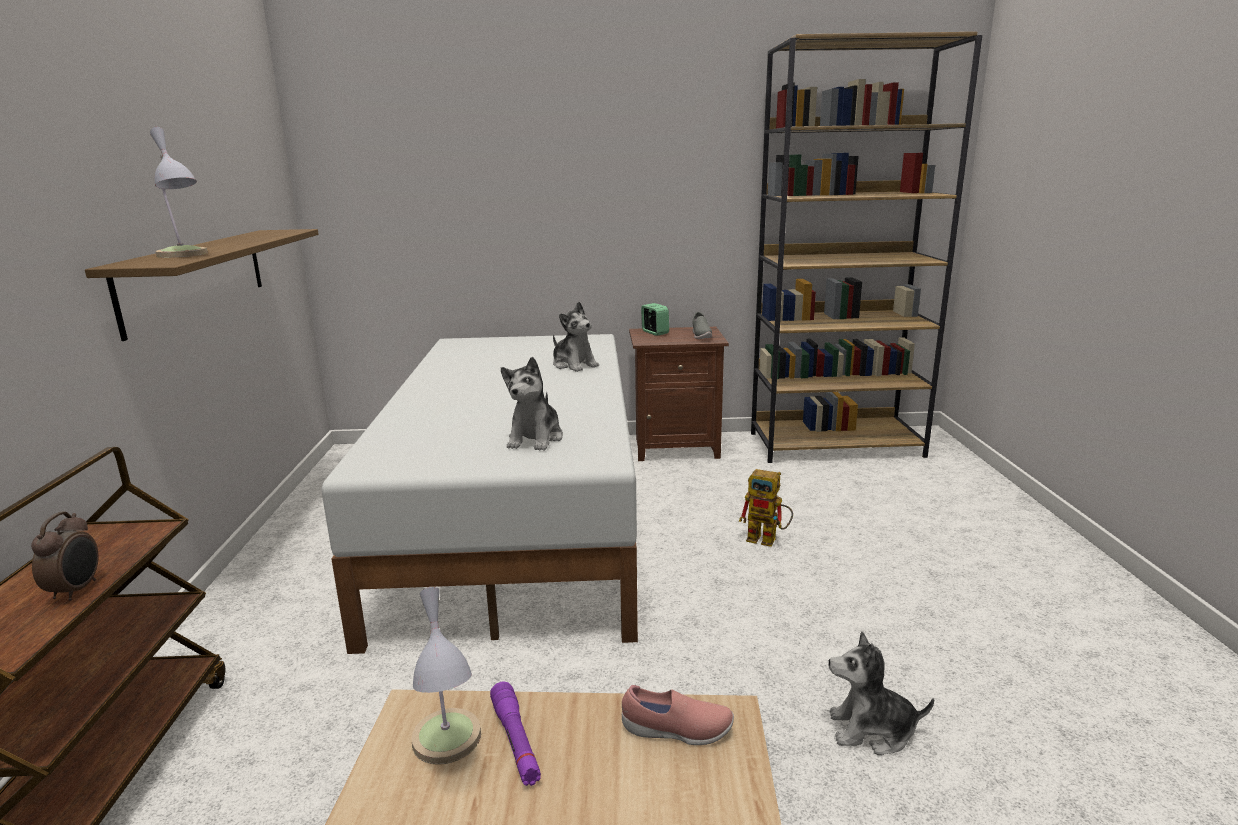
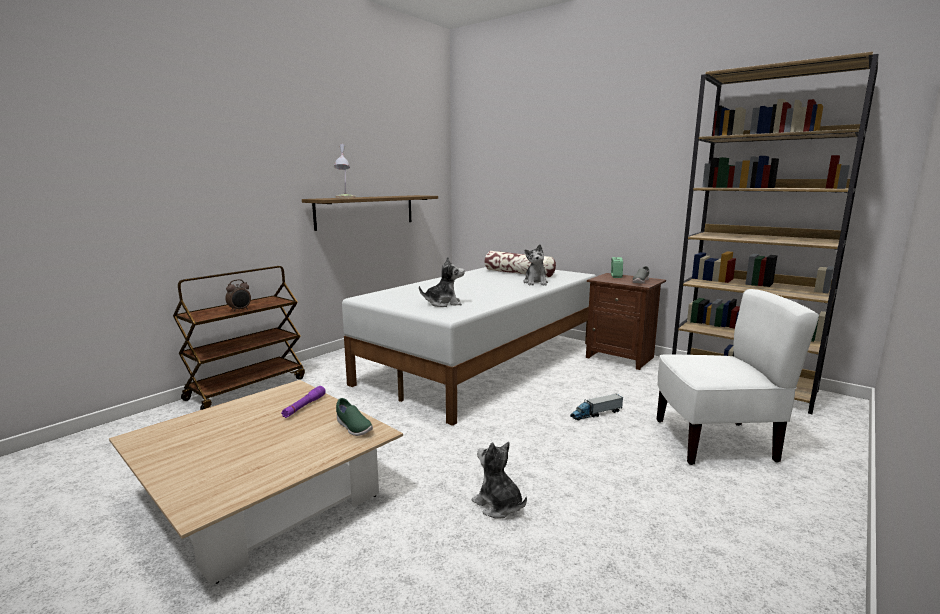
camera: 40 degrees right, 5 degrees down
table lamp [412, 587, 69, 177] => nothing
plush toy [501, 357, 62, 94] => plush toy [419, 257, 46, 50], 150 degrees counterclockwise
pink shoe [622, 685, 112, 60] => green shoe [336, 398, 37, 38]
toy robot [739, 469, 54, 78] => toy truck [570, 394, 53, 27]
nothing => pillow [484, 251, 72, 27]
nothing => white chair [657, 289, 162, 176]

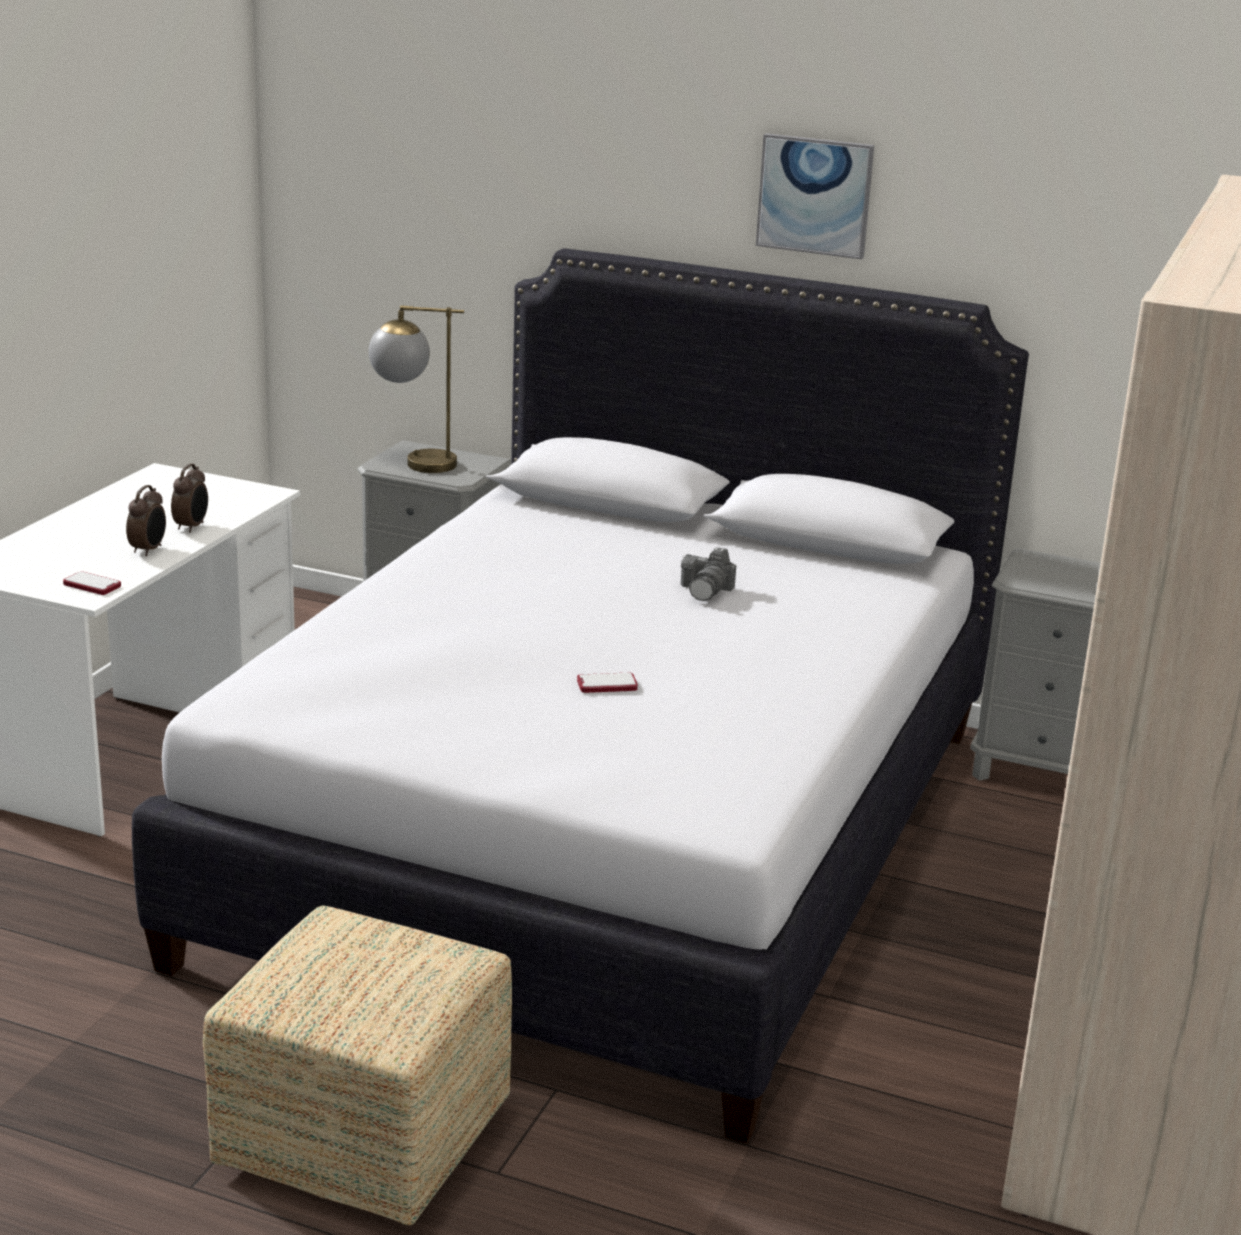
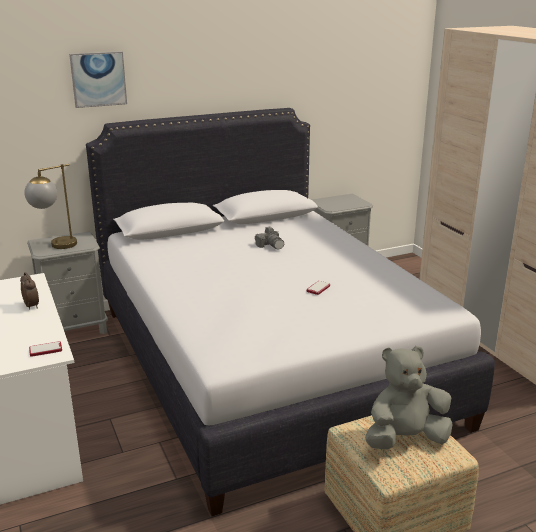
camera: 45 degrees left, 0 degrees up
alarm clock [126, 485, 40, 71] => nothing
picture [756, 133, 118, 127] => picture [69, 51, 58, 57], moved
nothing => grey plush toy [365, 346, 87, 104]

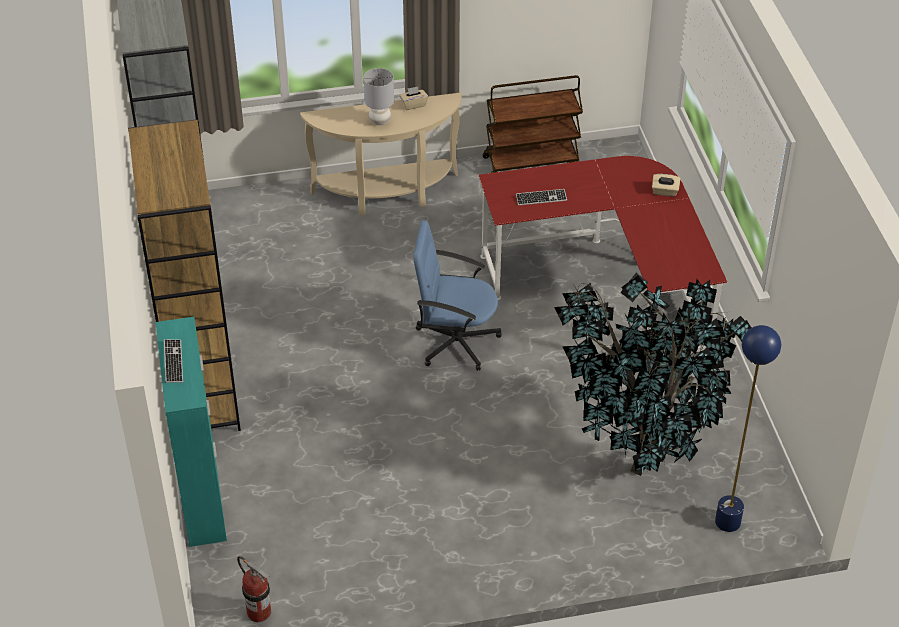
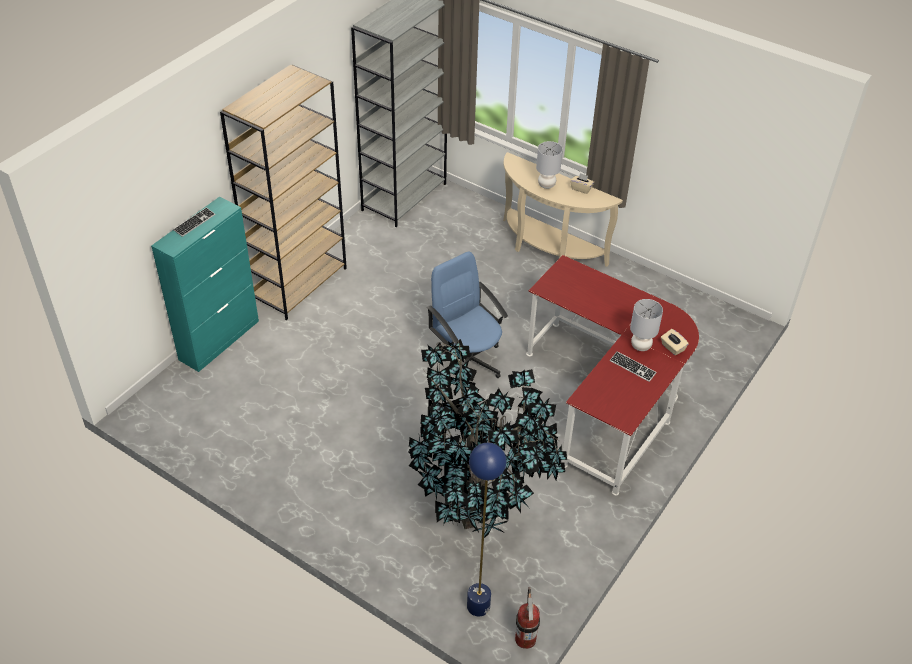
camera: 45 degrees right, 0 degrees up
fire extinguisher [237, 556, 34, 66] => fire extinguisher [515, 587, 25, 62], moved
brown cart [482, 75, 101, 98] => nothing
keyboard [516, 189, 51, 16] => keyboard [610, 351, 47, 31], moved
nothing => grey table lamp [630, 299, 33, 52]

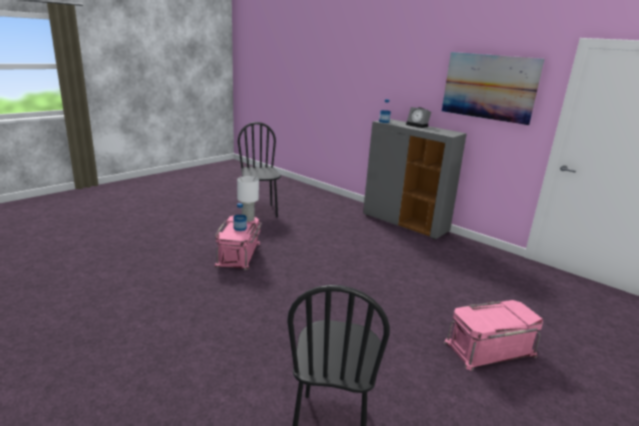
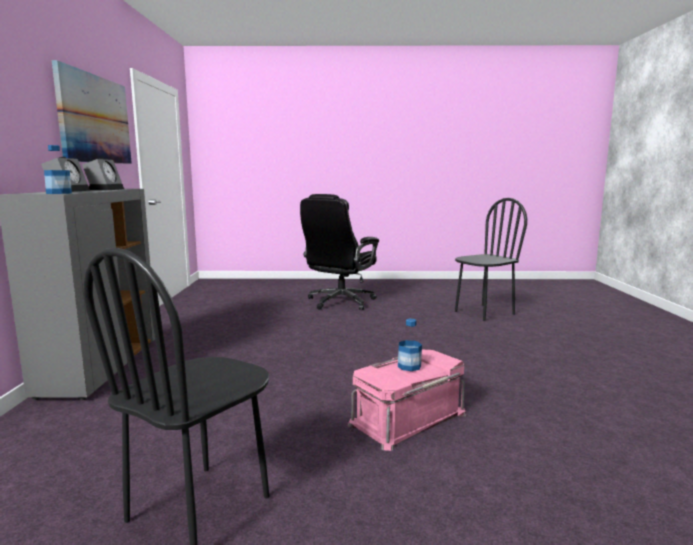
camera: 130 degrees left, 10 degrees down
white table lamp [237, 176, 22, 46] => nothing
pink storage box [444, 300, 99, 71] => black office chair [300, 194, 79, 116]
nothing => alarm clock [82, 158, 42, 32]

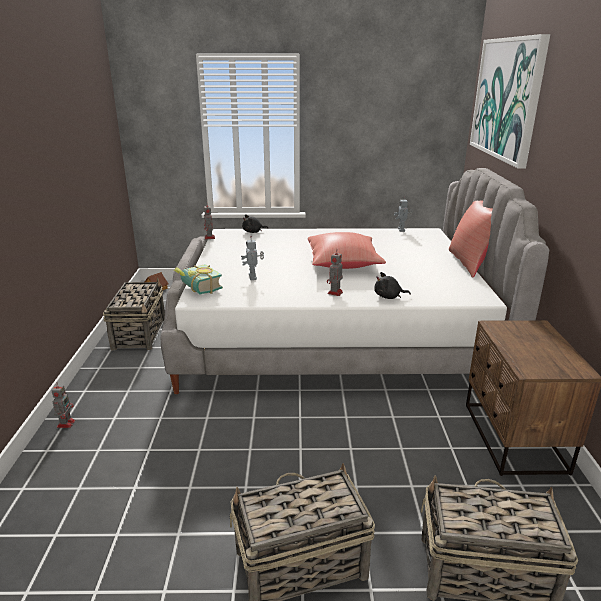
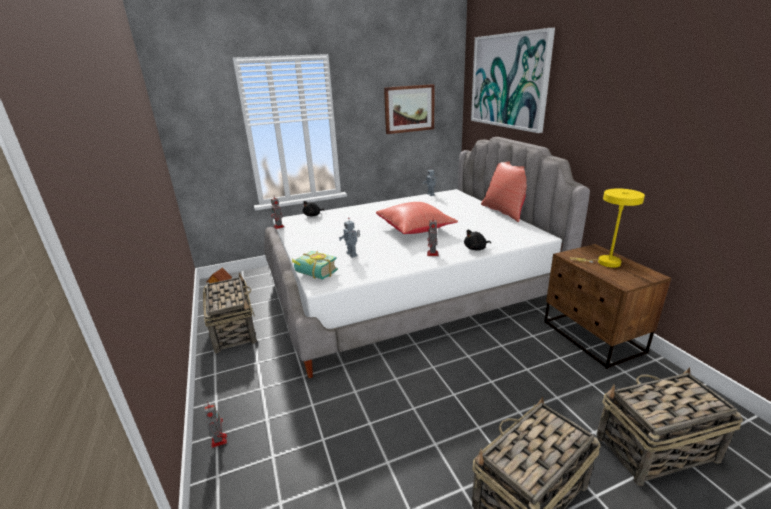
camera: 20 degrees left, 0 degrees up
nothing => picture [384, 84, 51, 50]
nothing => yellow table lamp [570, 188, 75, 80]

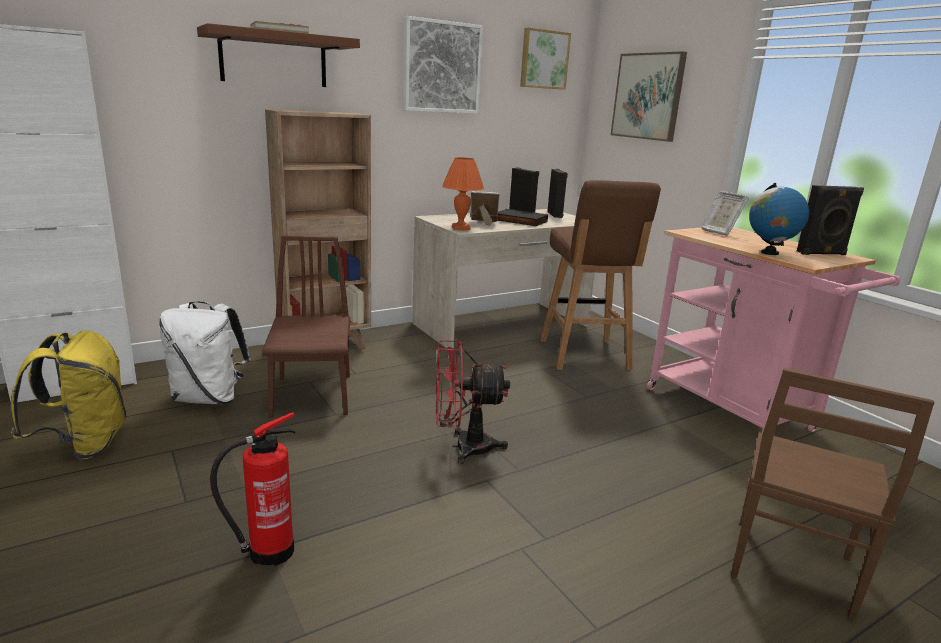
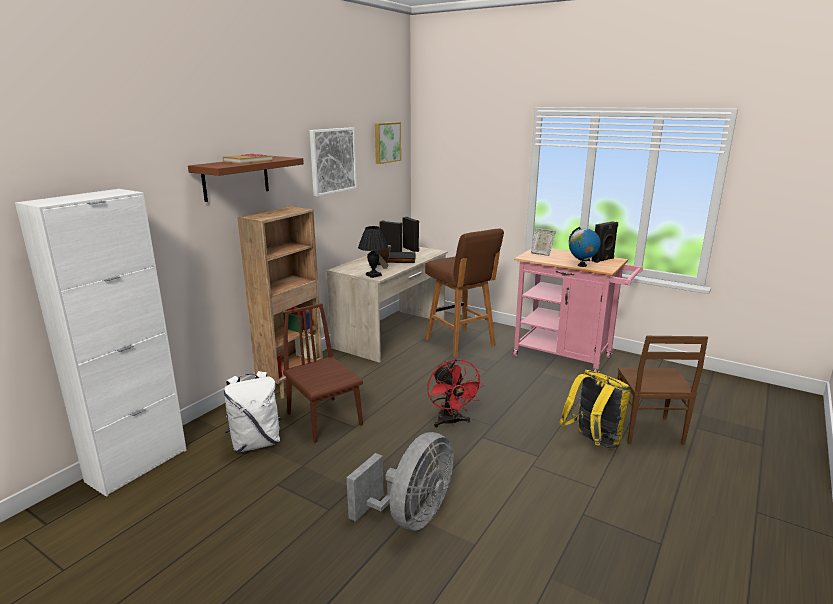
camera: 25 degrees left, 0 degrees up
yellow backpack [10, 330, 116, 129] => yellow backpack [559, 370, 72, 79], moved
fire extinguisher [210, 412, 86, 154] => grey fan [347, 432, 107, 99]
red fan [436, 340, 74, 124] => red fan [427, 359, 57, 69], 75 degrees counterclockwise
orange table lamp [442, 157, 42, 73] => black table lamp [358, 226, 30, 52]
picture [610, 51, 77, 91] => nothing

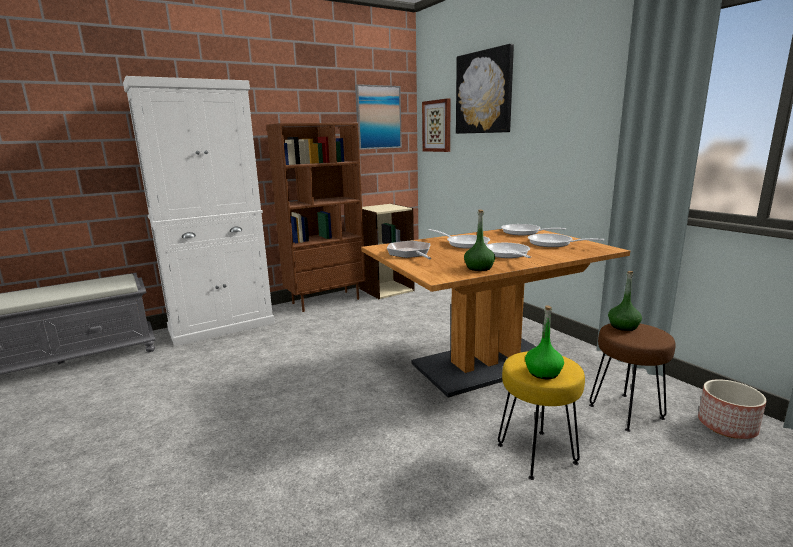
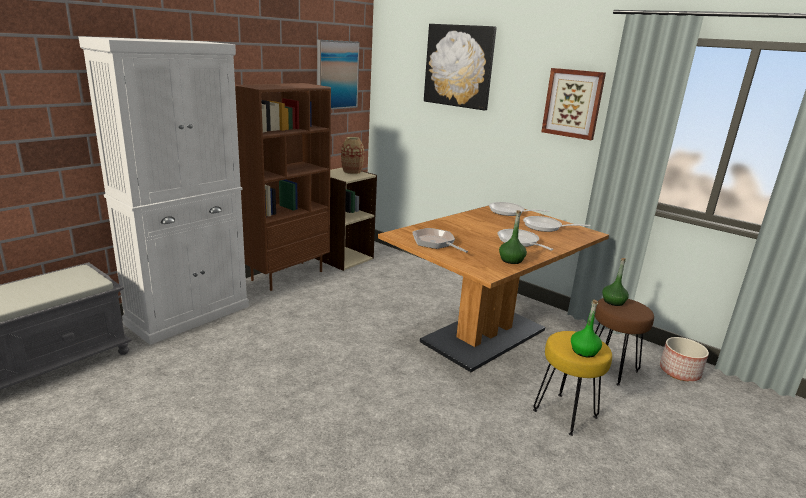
camera: 20 degrees left, 5 degrees up
picture [422, 98, 29, 54] => picture [541, 68, 65, 72], moved
frying pan [429, 229, 61, 20] => nothing
nothing => vase [341, 137, 23, 37]

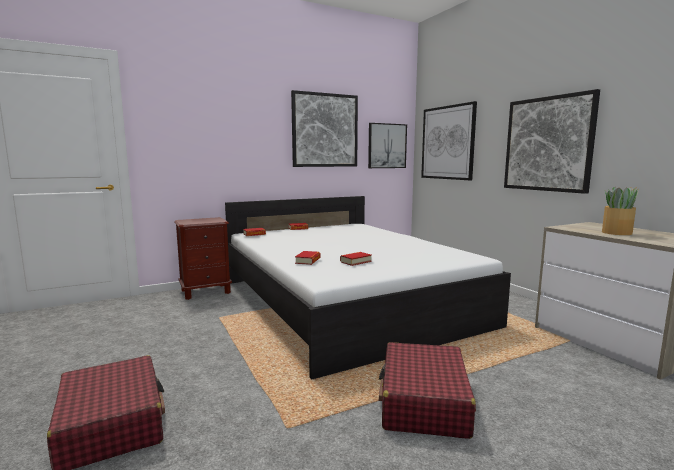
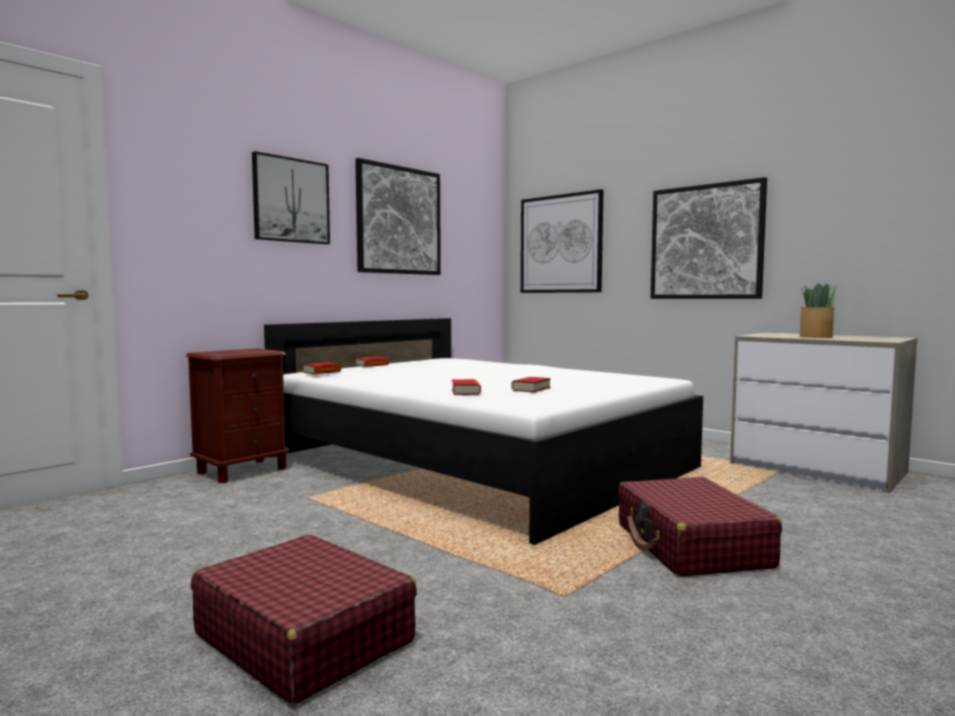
camera: 20 degrees left, 5 degrees down
picture [368, 123, 39, 45] => picture [252, 151, 78, 93], moved

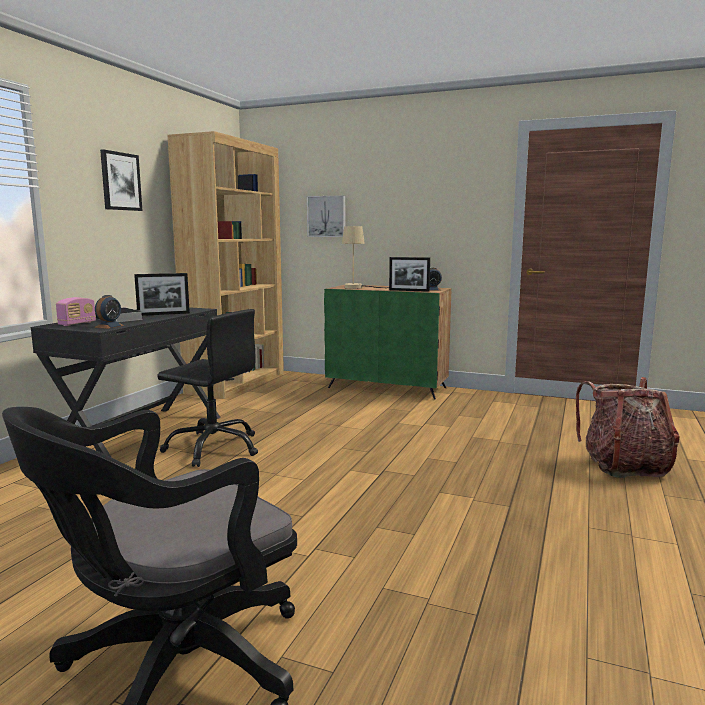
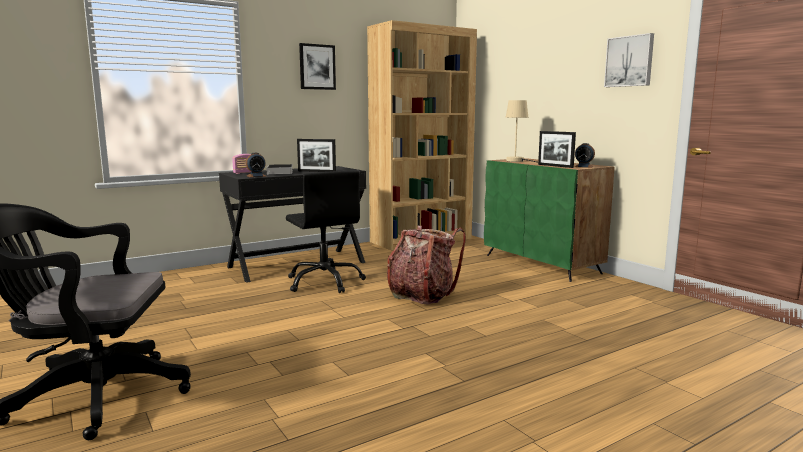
camera: 35 degrees right, 0 degrees up
picture [307, 195, 38, 42] => picture [604, 33, 50, 54], moved
backpack [576, 377, 103, 101] => backpack [387, 226, 79, 79], moved

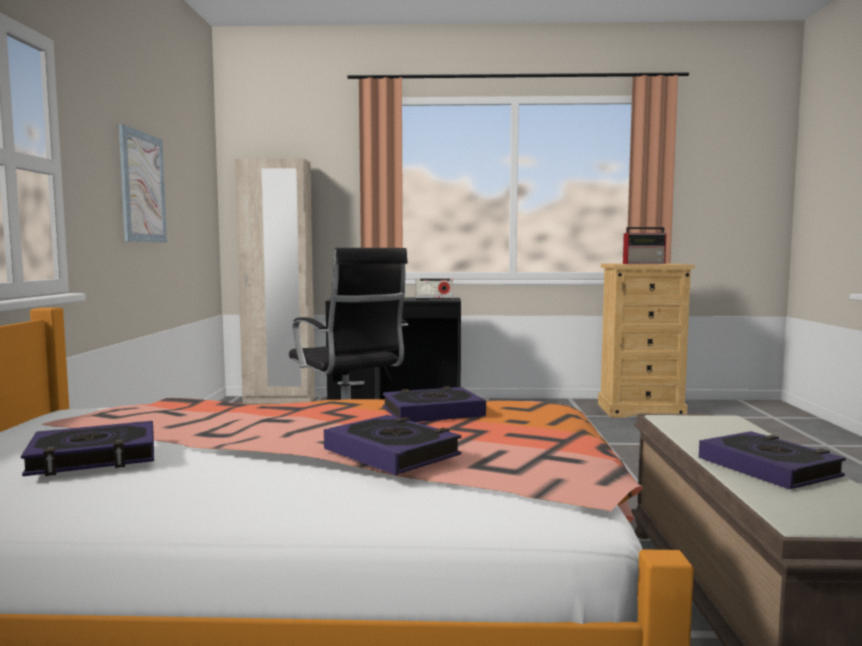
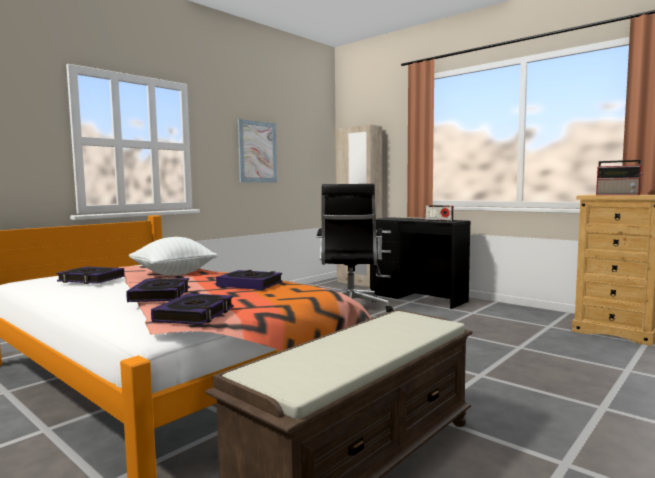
camera: 40 degrees right, 0 degrees up
book [699, 431, 147, 59] => book [151, 293, 83, 32], moved
nothing => white pillow [129, 237, 89, 39]

